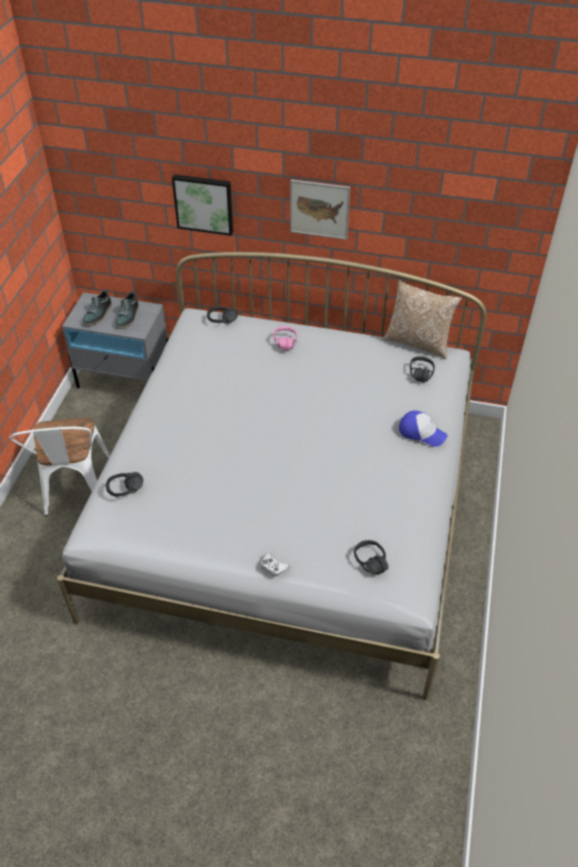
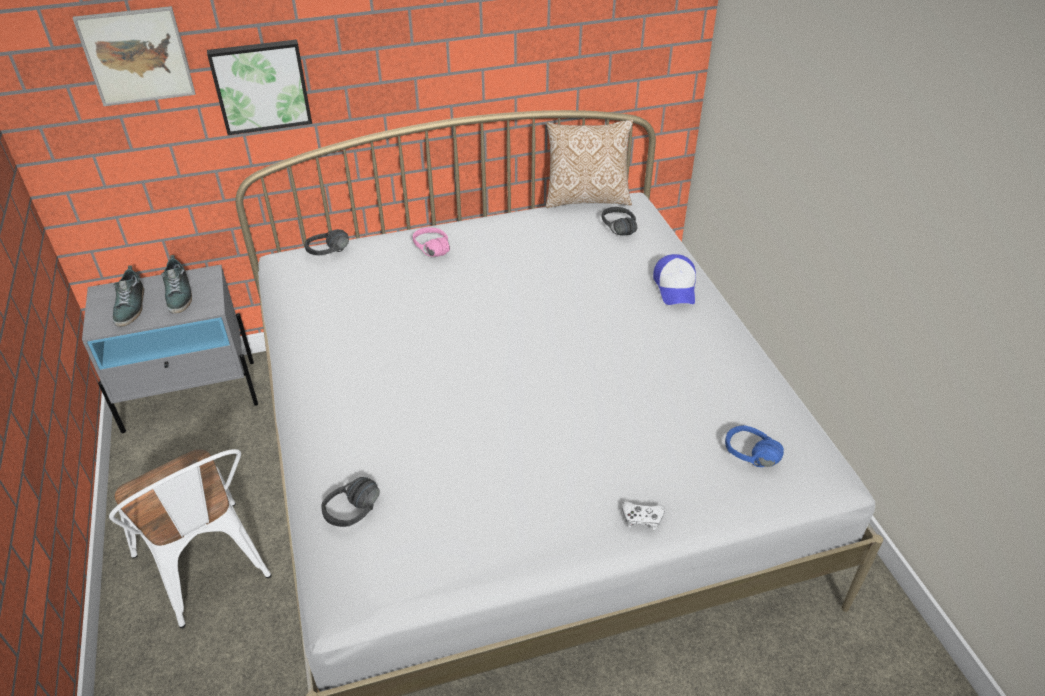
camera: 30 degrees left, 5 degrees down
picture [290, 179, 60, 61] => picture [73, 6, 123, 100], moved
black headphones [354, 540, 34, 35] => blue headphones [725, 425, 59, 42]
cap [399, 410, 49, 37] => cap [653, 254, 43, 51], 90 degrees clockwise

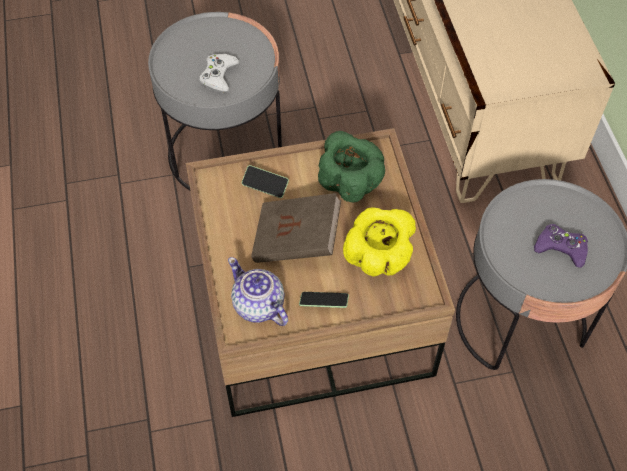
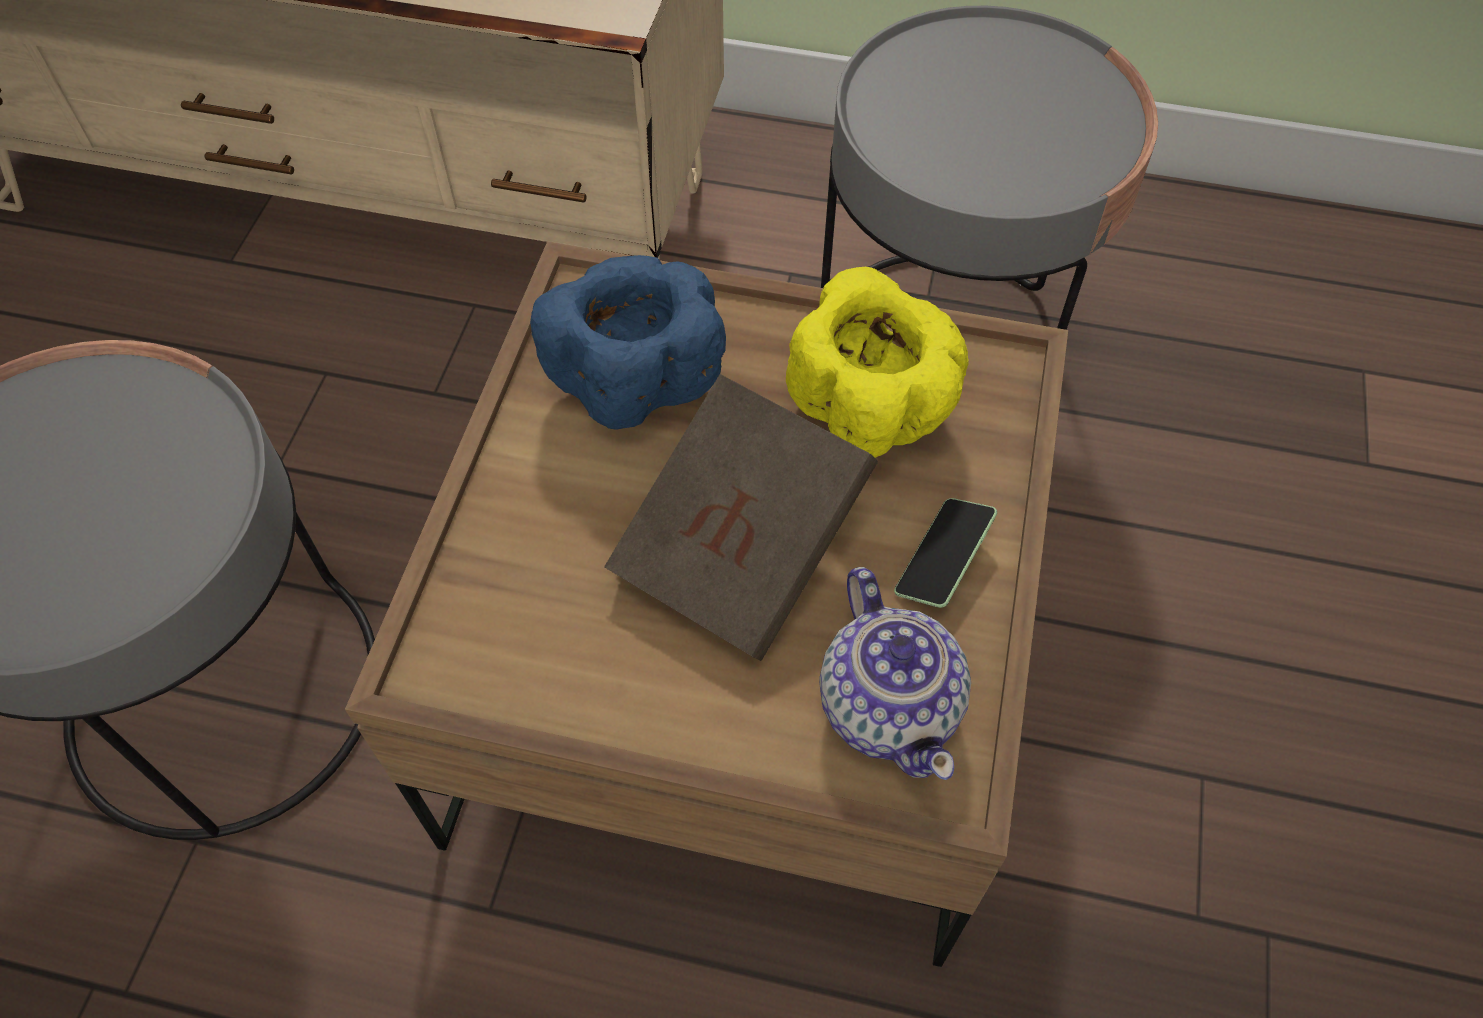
camera: 65 degrees left, 0 degrees up
white game controller [199, 54, 40, 39] => nothing
teapot [228, 257, 60, 69] => teapot [819, 567, 152, 213], 90 degrees counterclockwise
phone [242, 165, 47, 33] => nothing
green bowl [318, 131, 67, 71] => blue bowl [530, 255, 196, 175]
purple game controller [534, 224, 54, 44] => nothing

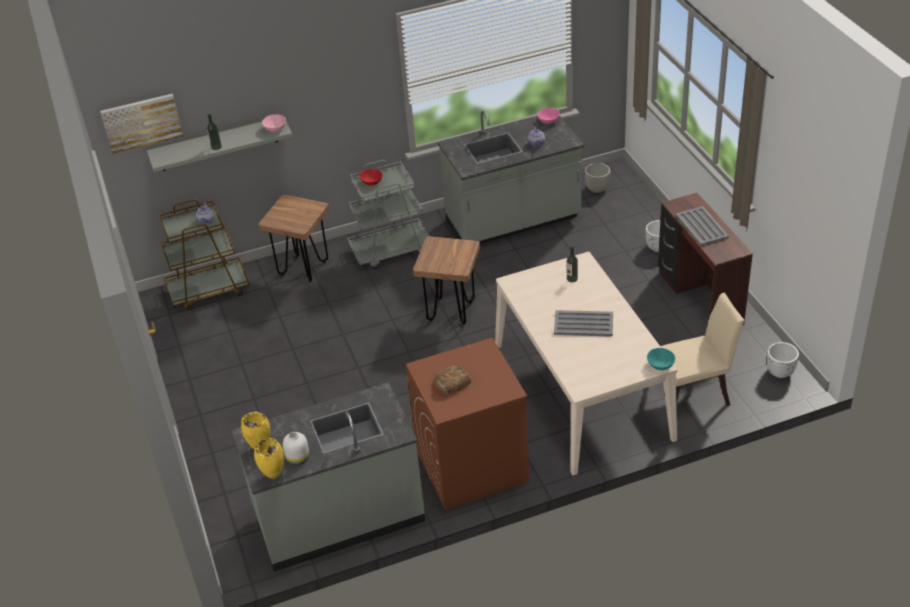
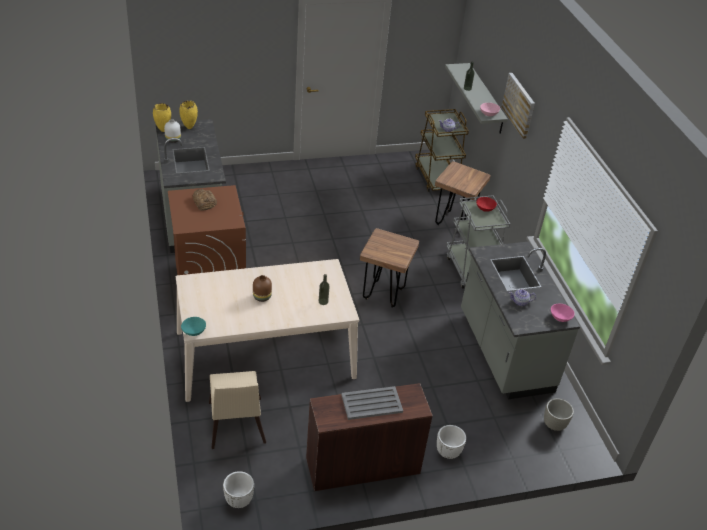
camera: 90 degrees right, 0 degrees up
picture [100, 94, 83, 60] => picture [502, 73, 33, 66], moved
grey tray [554, 310, 59, 27] => brown vase [253, 275, 19, 27]

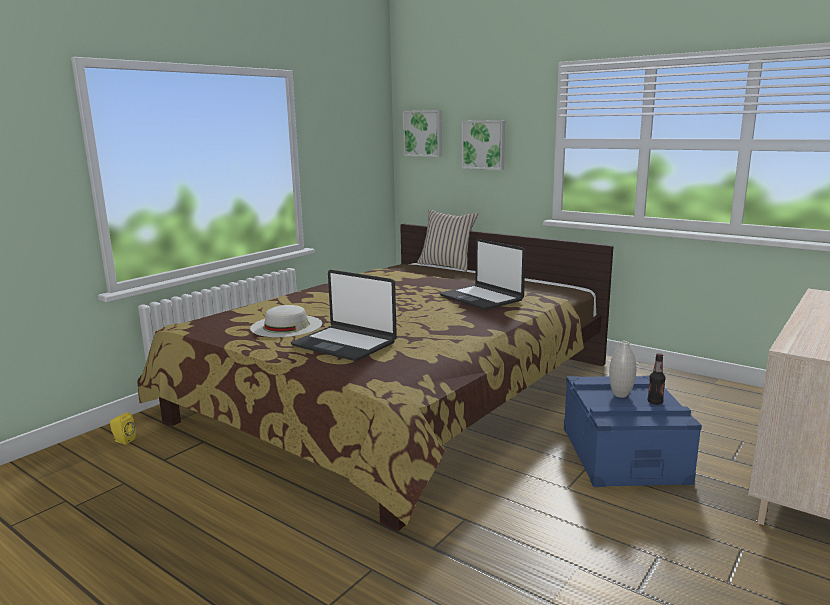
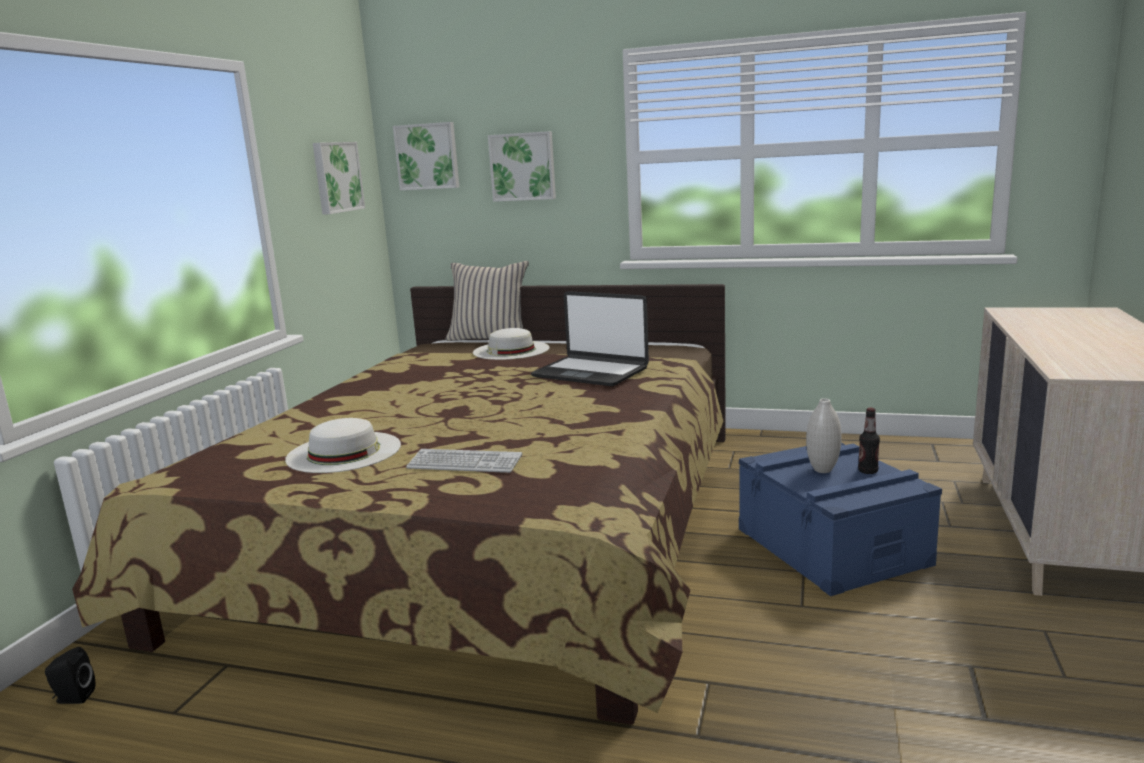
camera: 20 degrees left, 0 degrees up
yellow speaker [110, 412, 26, 32] => black speaker [45, 647, 50, 57]
laptop [291, 270, 106, 91] => keyboard [406, 449, 116, 24]
nothing => picture [313, 142, 52, 73]
nothing => white hat [473, 328, 77, 32]

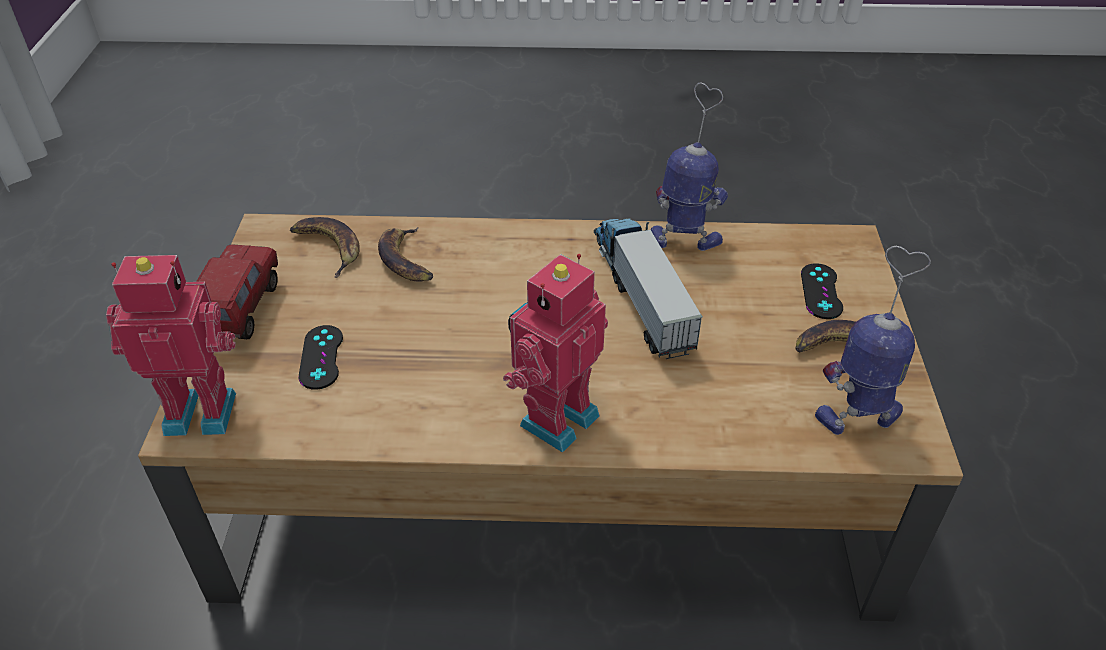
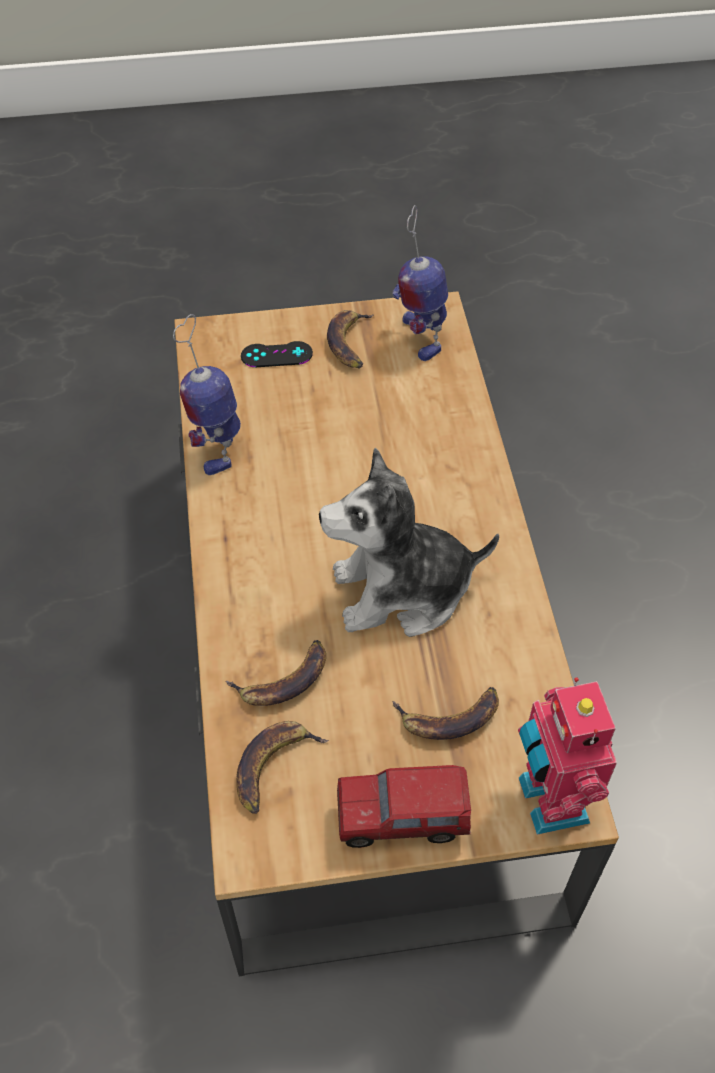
camera: 100 degrees left, 10 degrees up
black game controller [299, 325, 44, 65] => banana [392, 687, 107, 53]
toy robot [503, 254, 105, 199] => nothing
toy truck [594, 218, 109, 141] => nothing
nothing => plush toy [319, 448, 180, 189]

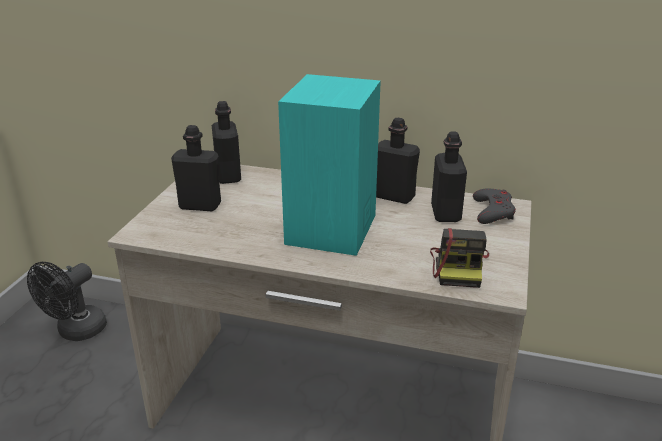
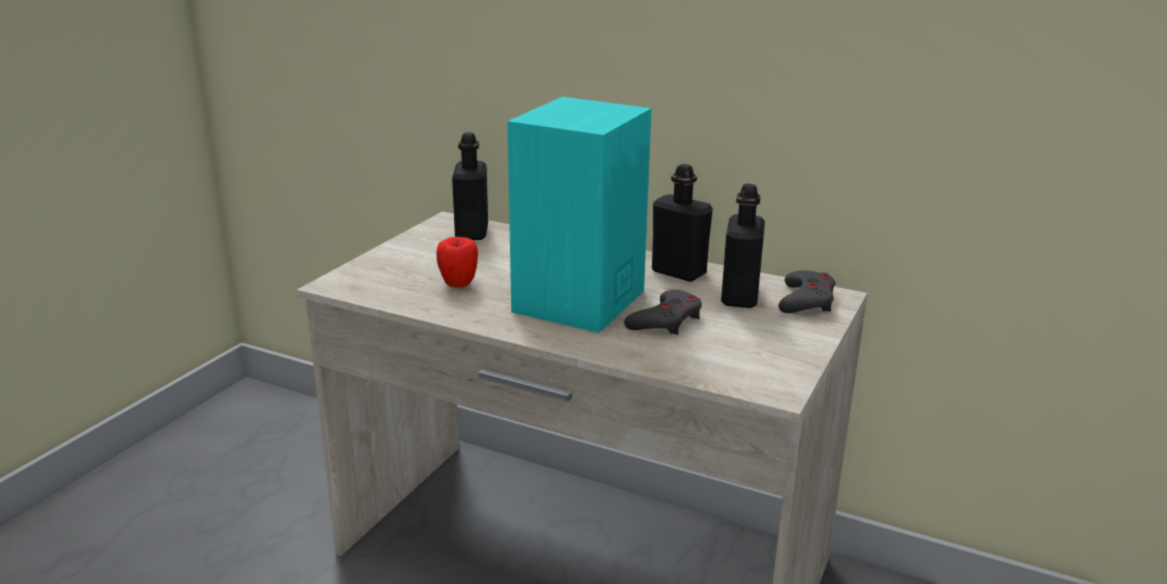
camera: 10 degrees right, 5 degrees down
black fan [27, 262, 80, 79] => nothing
black bottle [171, 125, 50, 86] => nothing
photo camera [430, 228, 59, 60] => nothing
nothing => apple [437, 237, 41, 50]
nothing => grey game controller [624, 290, 78, 45]

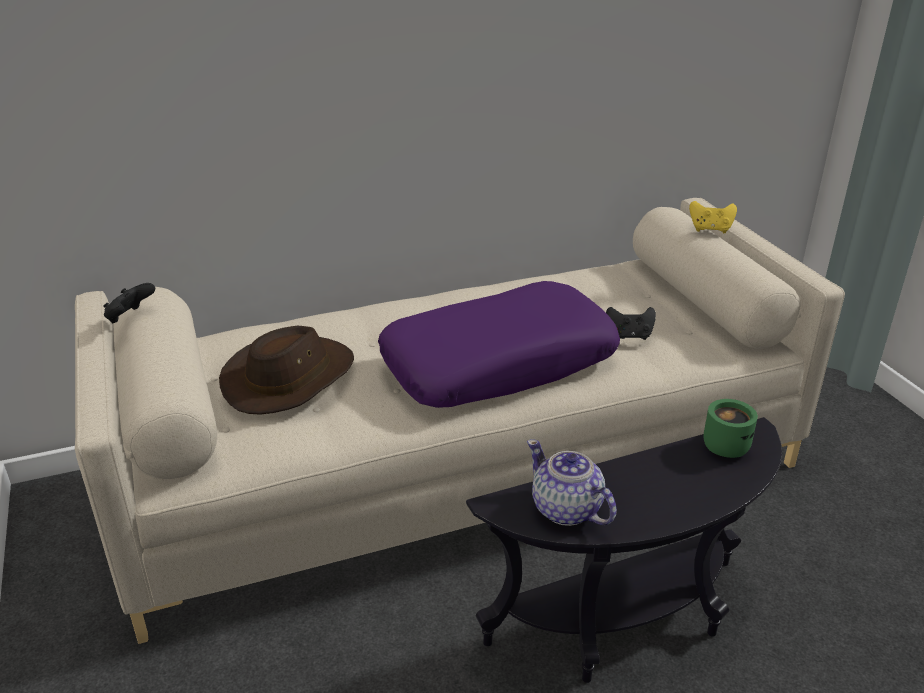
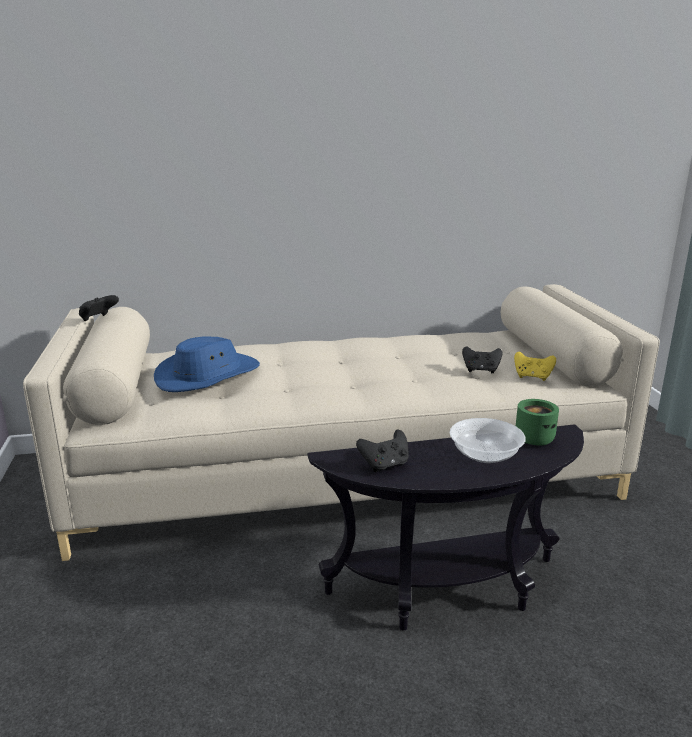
camera: 10 degrees right, 10 degrees down
brown hat [219, 326, 135, 89] => blue hat [154, 336, 106, 56]
purple pillow [378, 281, 242, 127] => nothing
teapot [527, 439, 90, 87] => black game controller [356, 430, 53, 42]
yellow game controller [689, 201, 48, 32] => yellow game controller [514, 352, 42, 29], moved
nothing => bowl [450, 418, 76, 45]

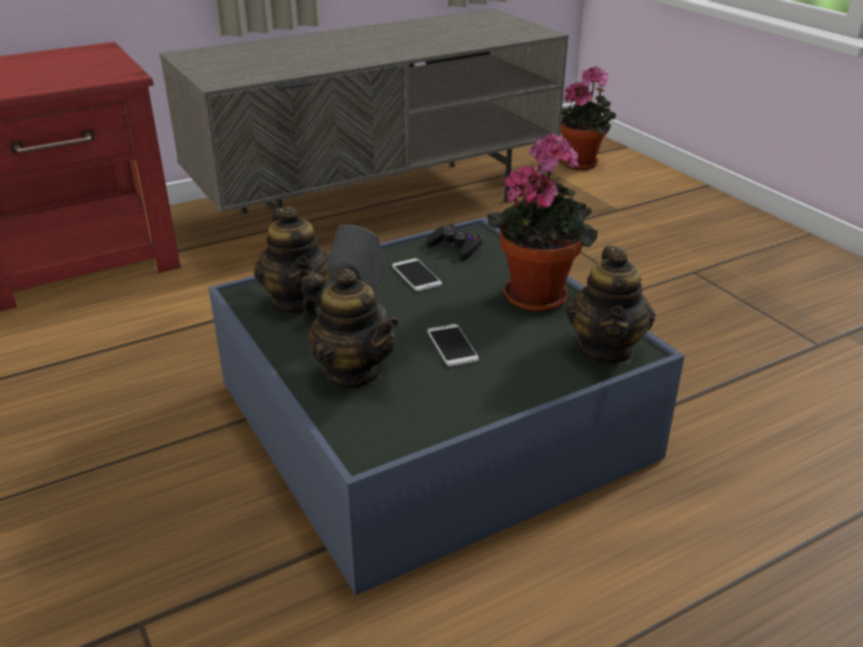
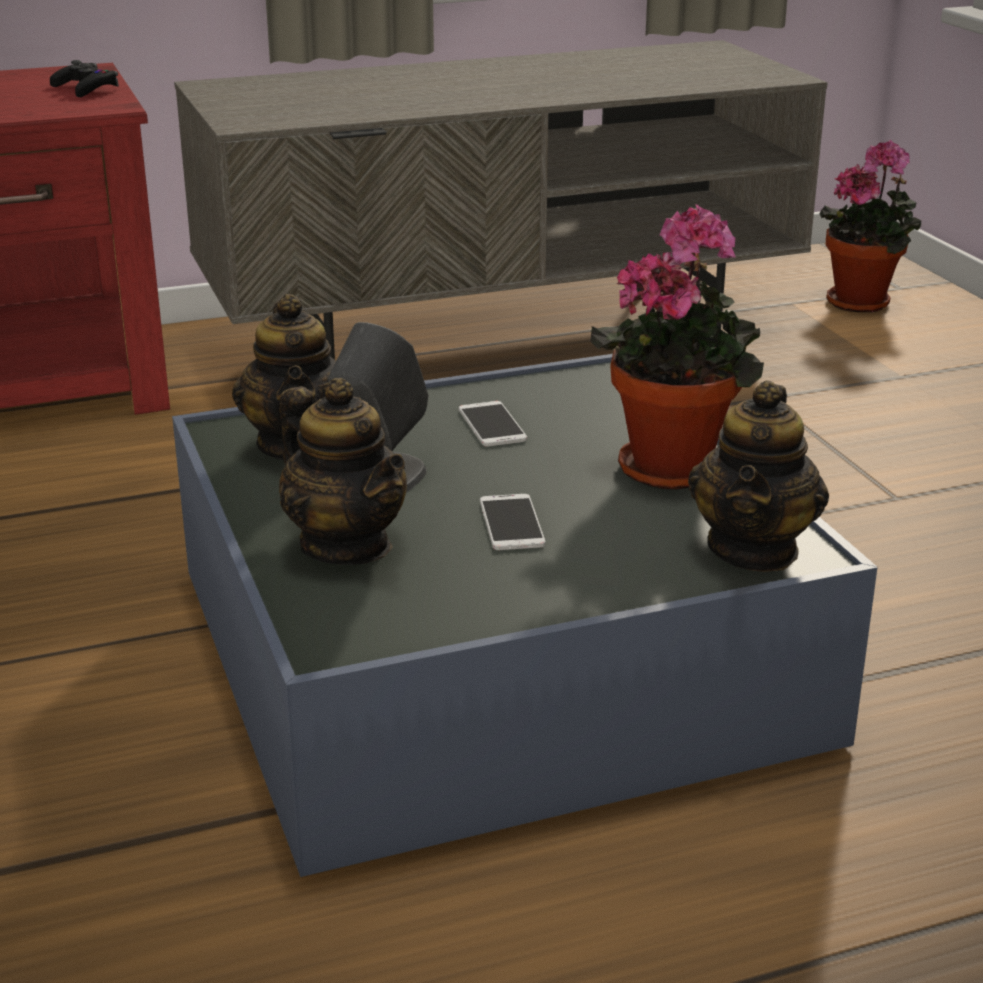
camera: 10 degrees right, 5 degrees down
black game controller [426, 225, 56, 36] => black game controller [50, 60, 69, 37], moved

